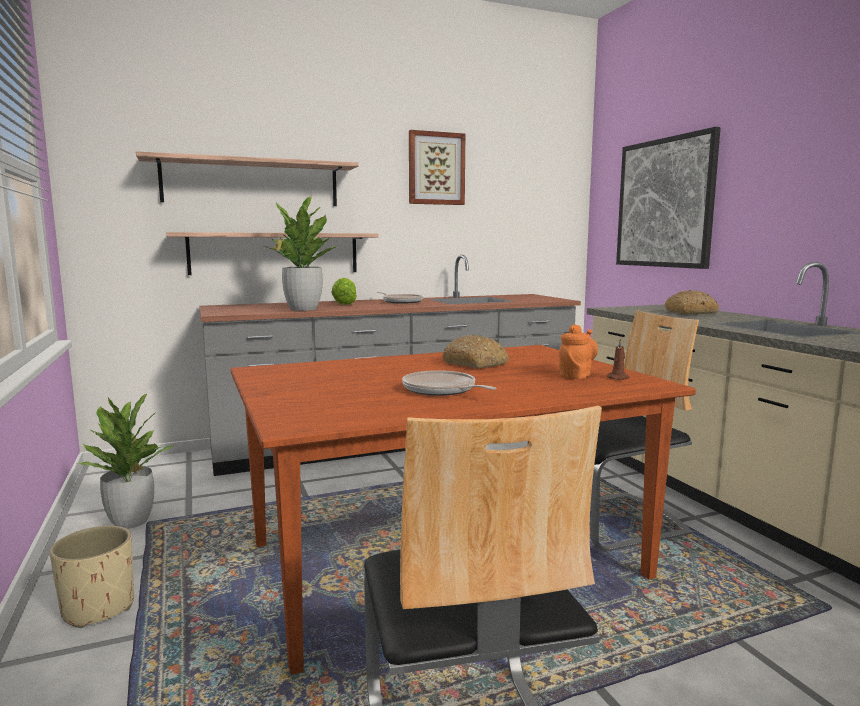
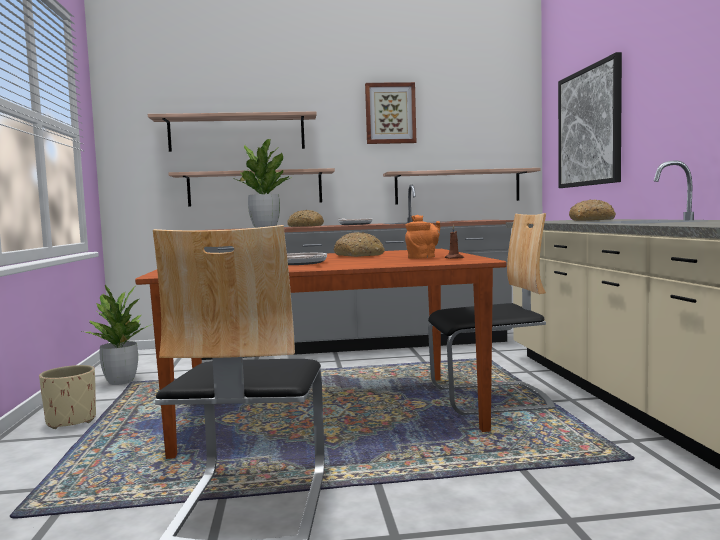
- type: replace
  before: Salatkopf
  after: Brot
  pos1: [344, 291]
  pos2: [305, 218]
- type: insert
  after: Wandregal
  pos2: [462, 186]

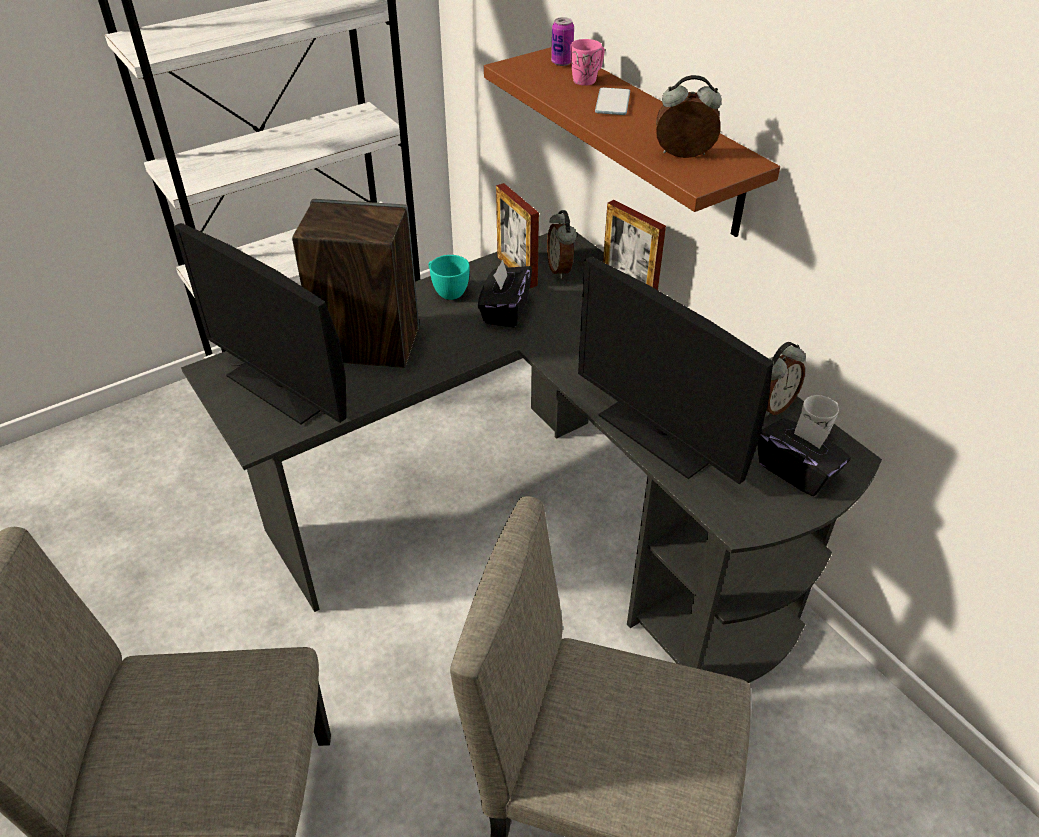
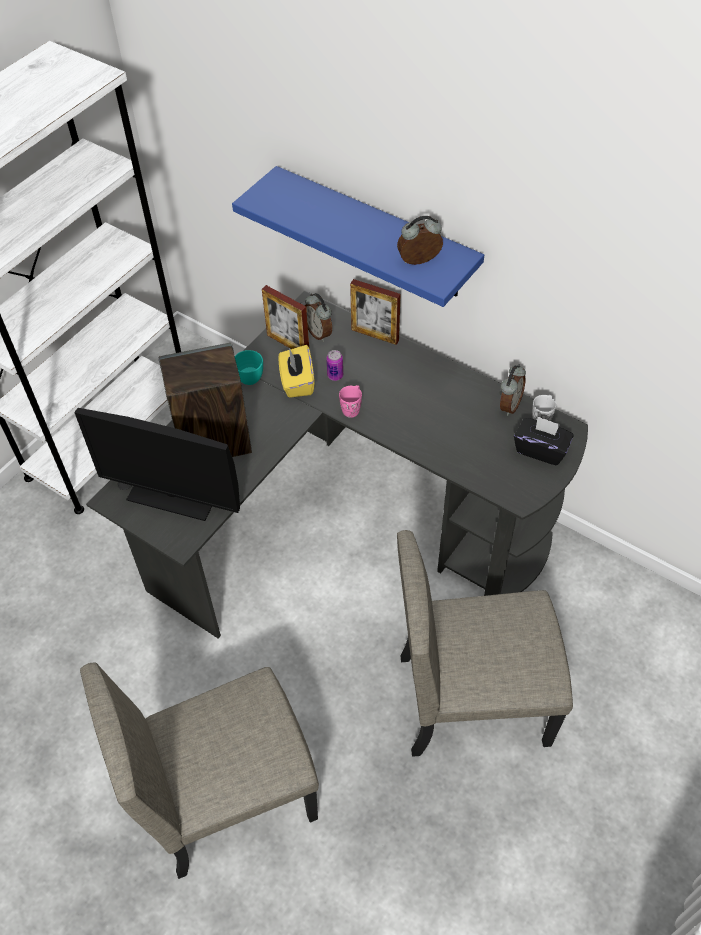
- type: recolor
  before: Taschentuchbox [schwarz]
  after: Taschentuchbox [gelb]
  pos1: [505, 293]
  pos2: [296, 371]
- type: recolor
  before: Wandregal [braun]
  after: Wandregal [blau]
  pos1: [632, 142]
  pos2: [358, 236]
- type: move
  before: Dose
  pos1: [562, 41]
  pos2: [334, 365]
- type: move
  before: Henkelbecher [rosa]
  pos1: [588, 62]
  pos2: [350, 401]
- type: delete
  before: Monitor
  pos1: [675, 370]
- type: delete
  before: Handy
  pos1: [612, 101]

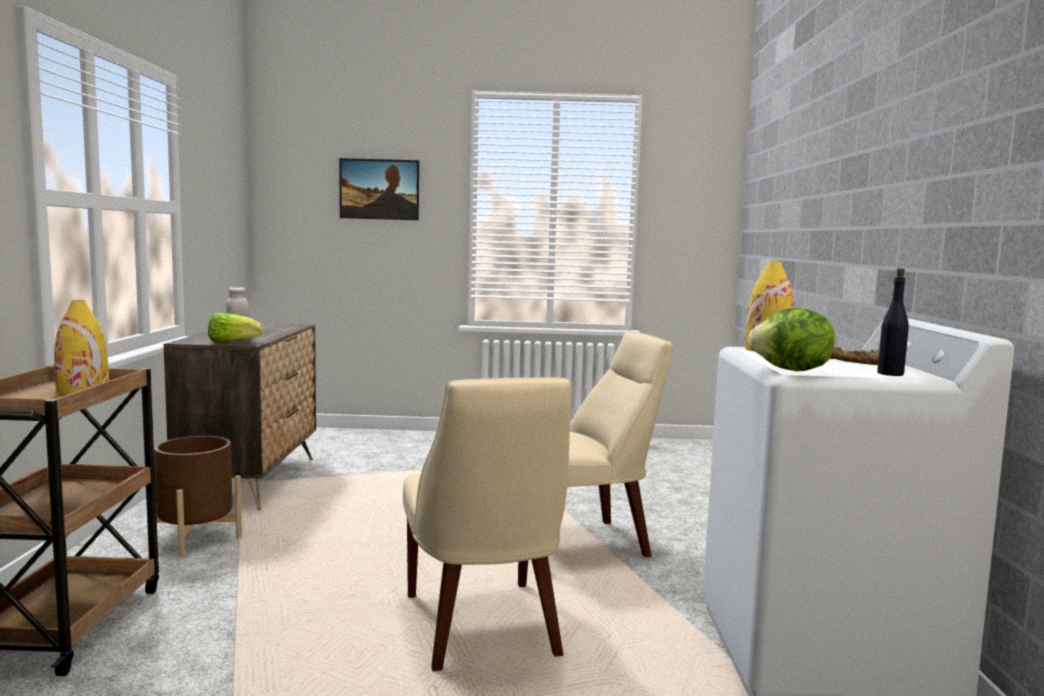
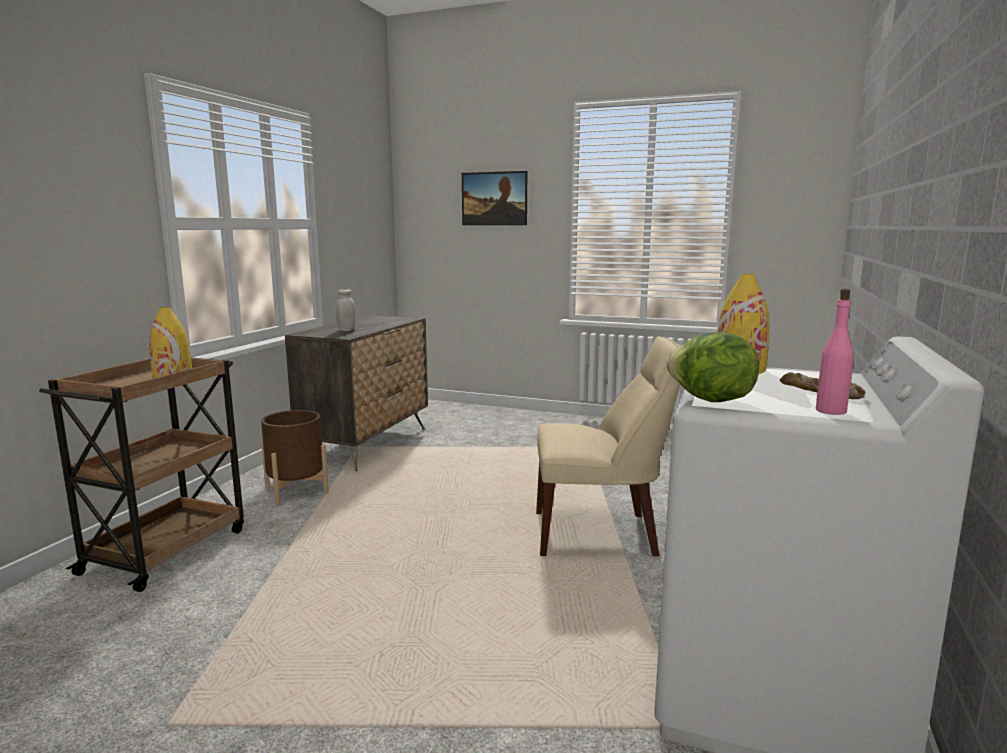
- type: delete
  before: Salatkopf
  pos1: [235, 327]
- type: delete
  before: Stuhl [beige]
  pos1: [487, 524]
- type: recolor
  before: Flasche [schwarz]
  after: Flasche [rosa]
  pos1: [893, 322]
  pos2: [835, 352]

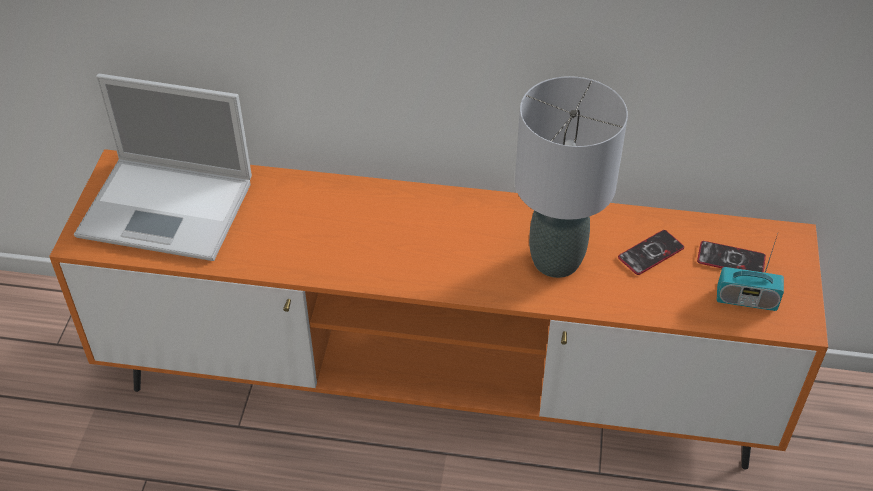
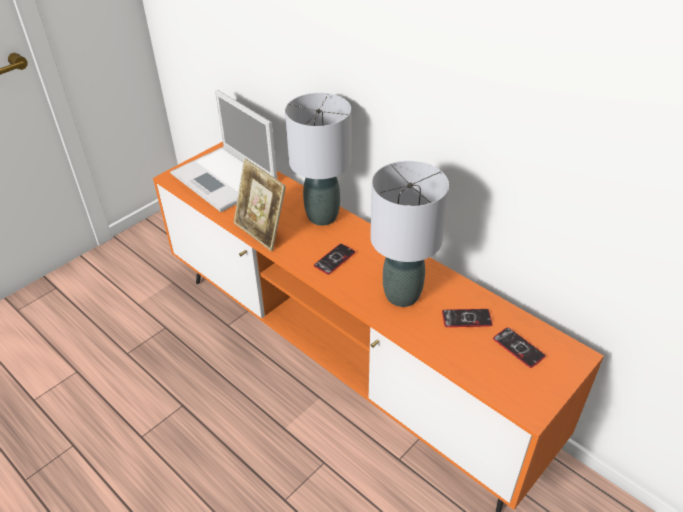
- type: delete
  before: Radio
  pos1: [750, 272]
- type: insert
  after: Bilderrahmen
  pos2: [260, 205]
- type: insert
  after: Tischlampe [grau]
  pos2: [318, 159]
- type: insert
  after: Handy
  pos2: [335, 259]

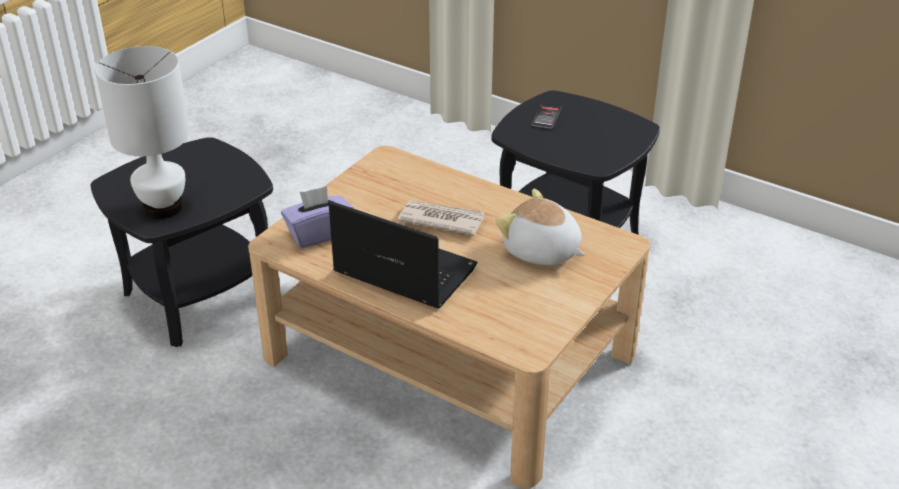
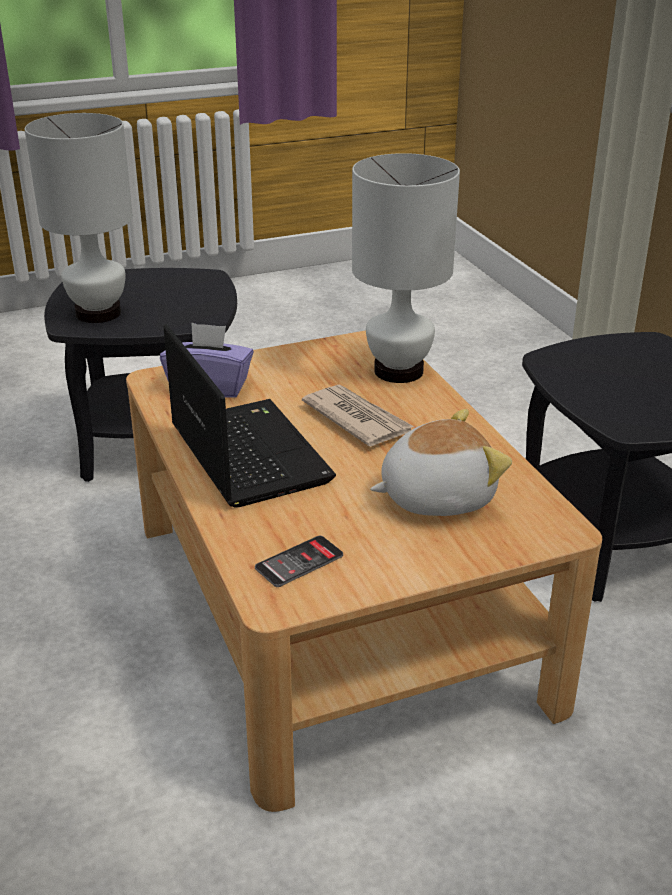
- type: rotate
  before: Plüschtier
  pos1: [540, 227]
  pos2: [441, 462]
  turn: 90
- type: move
  before: Handy
  pos1: [547, 116]
  pos2: [299, 561]
- type: insert
  after: Tischlampe [weiß]
  pos2: [406, 268]

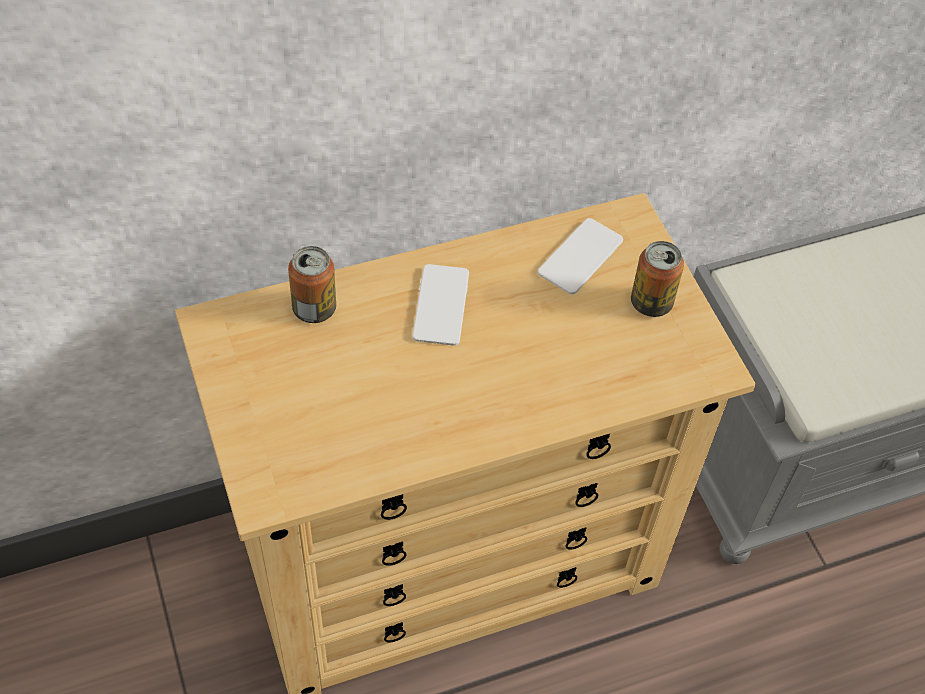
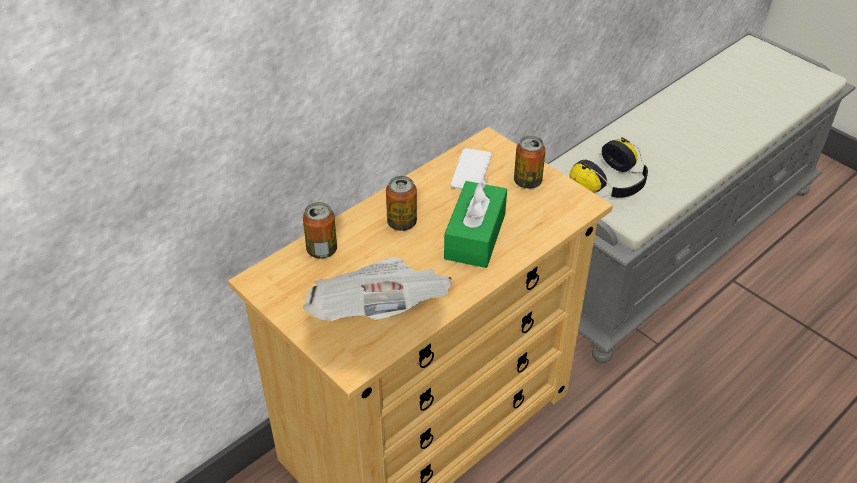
- type: replace
  before: Handy
  after: Dose
  pos1: [440, 305]
  pos2: [401, 203]
- type: insert
  after: Zeitung
  pos2: [378, 289]
- type: insert
  after: Taschentuchbox [grün]
  pos2: [475, 223]
- type: insert
  after: Kopfhörer
  pos2: [608, 167]

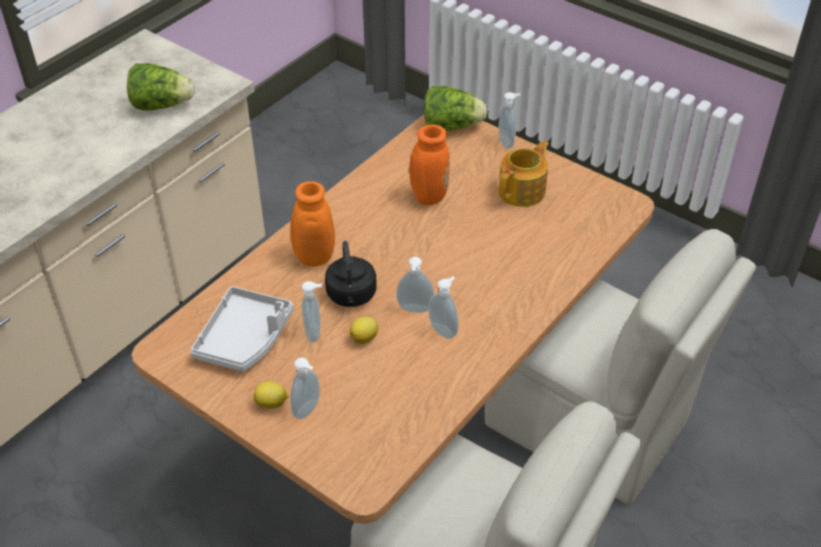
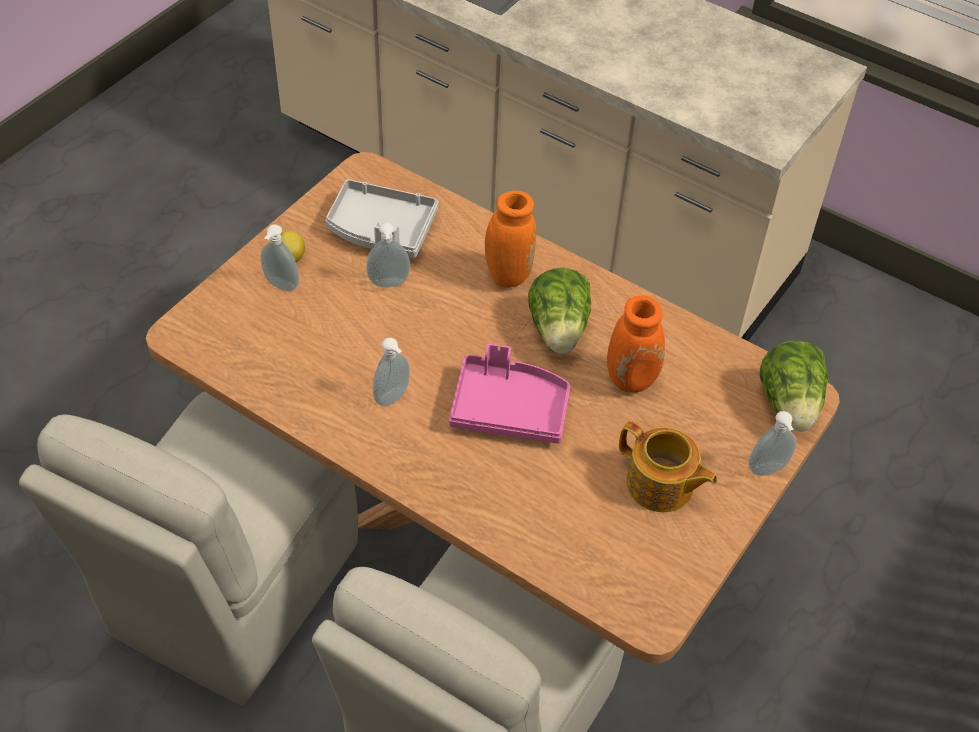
- type: move
  before: Salatkopf
  pos1: [161, 87]
  pos2: [559, 311]
- type: delete
  before: Wasserkessel [schwarz]
  pos1: [351, 274]
- type: delete
  before: Zitrone
  pos1: [364, 330]
- type: delete
  before: Seifenspender
  pos1: [415, 285]
- type: insert
  after: Tablett [rosa]
  pos2: [509, 393]

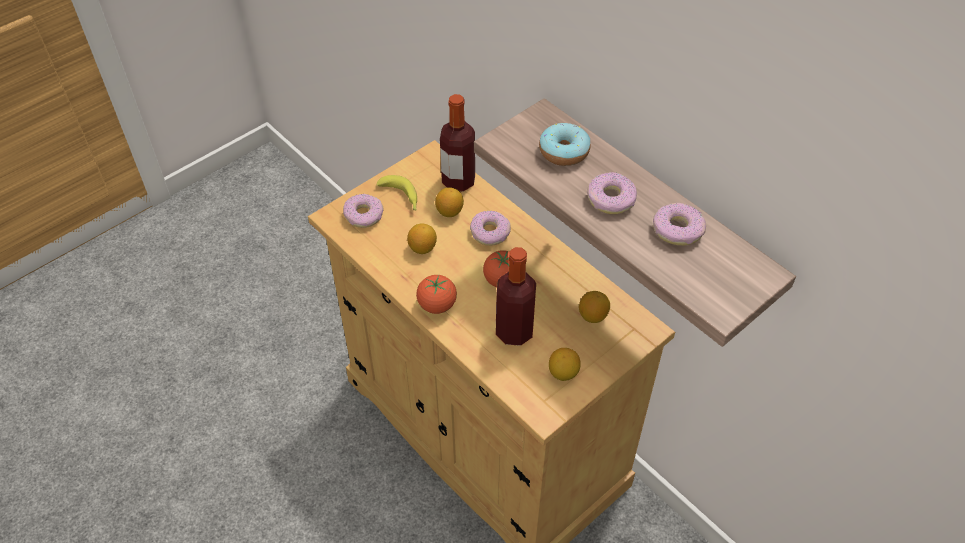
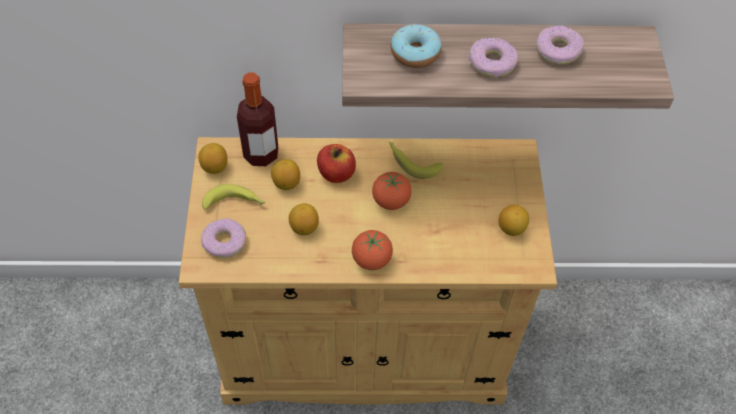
- type: replace
  before: Donut
  after: Apfel
  pos1: [490, 228]
  pos2: [336, 163]
- type: delete
  before: Flasche
  pos1: [516, 296]
- type: move
  before: Zitrone
  pos1: [594, 307]
  pos2: [213, 158]
- type: insert
  after: Banane
  pos2: [416, 160]

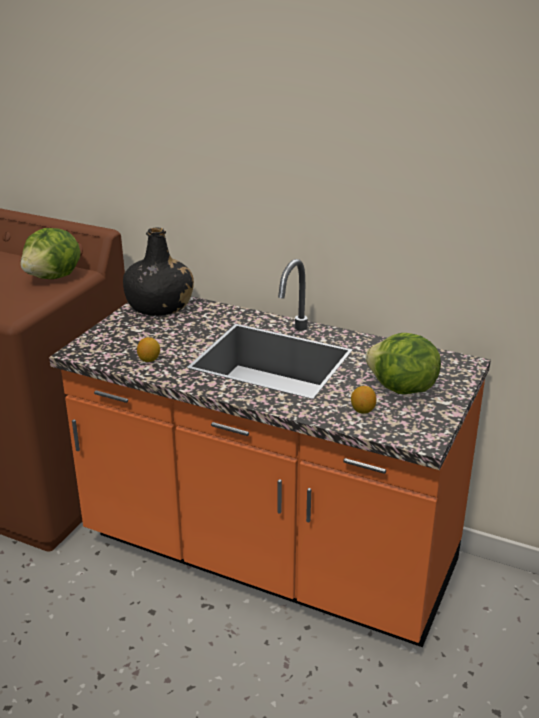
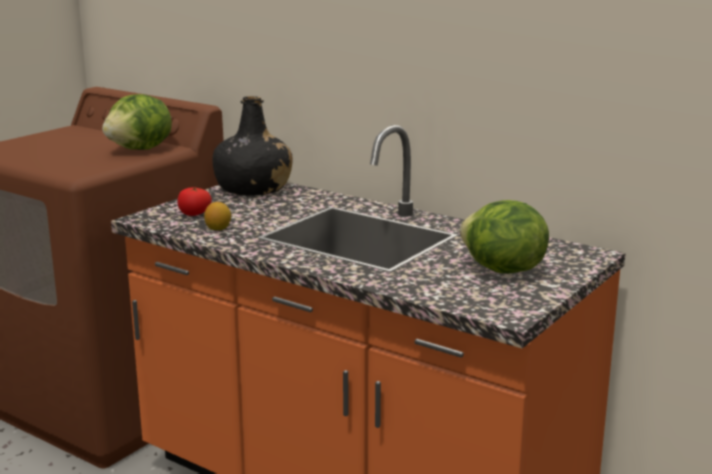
- type: delete
  before: Zitrone
  pos1: [363, 400]
- type: insert
  after: Tomate
  pos2: [195, 202]

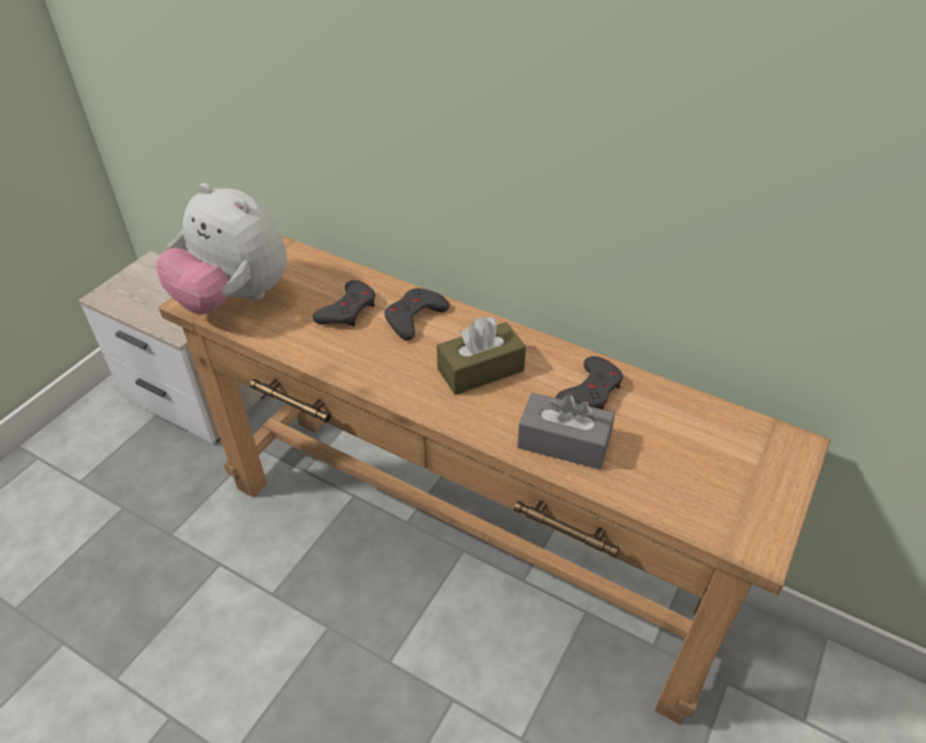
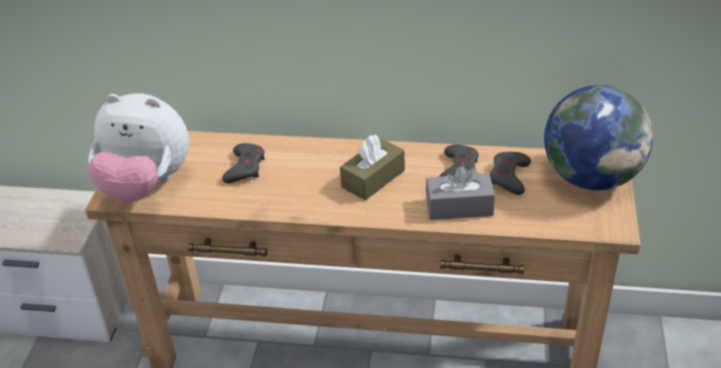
- type: move
  before: Gamepad [grau]
  pos1: [417, 314]
  pos2: [510, 173]
- type: insert
  after: Globus
  pos2: [598, 137]

